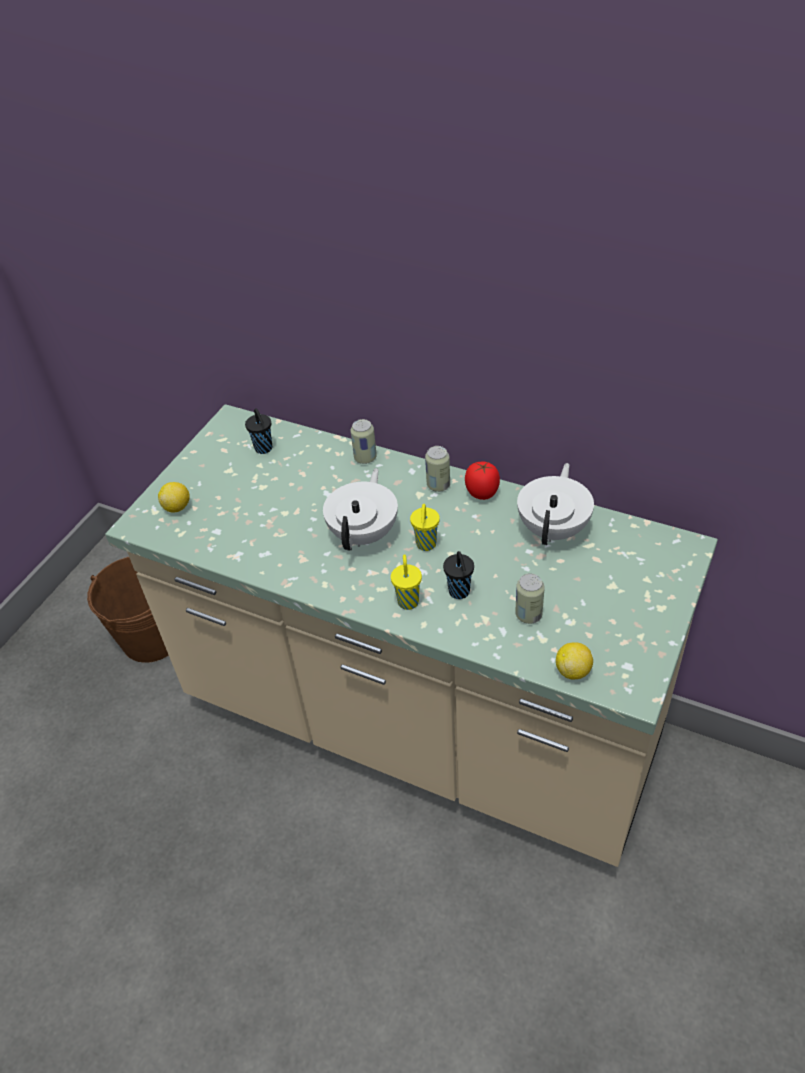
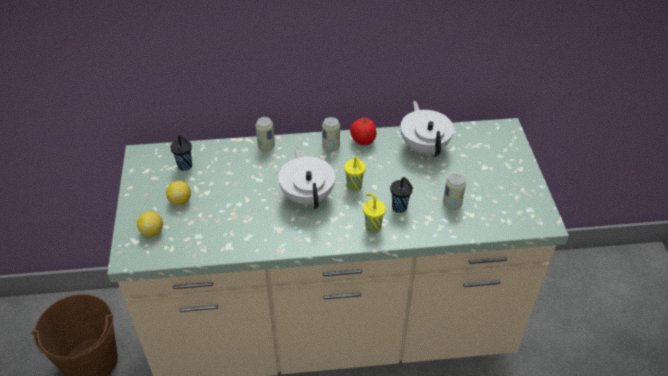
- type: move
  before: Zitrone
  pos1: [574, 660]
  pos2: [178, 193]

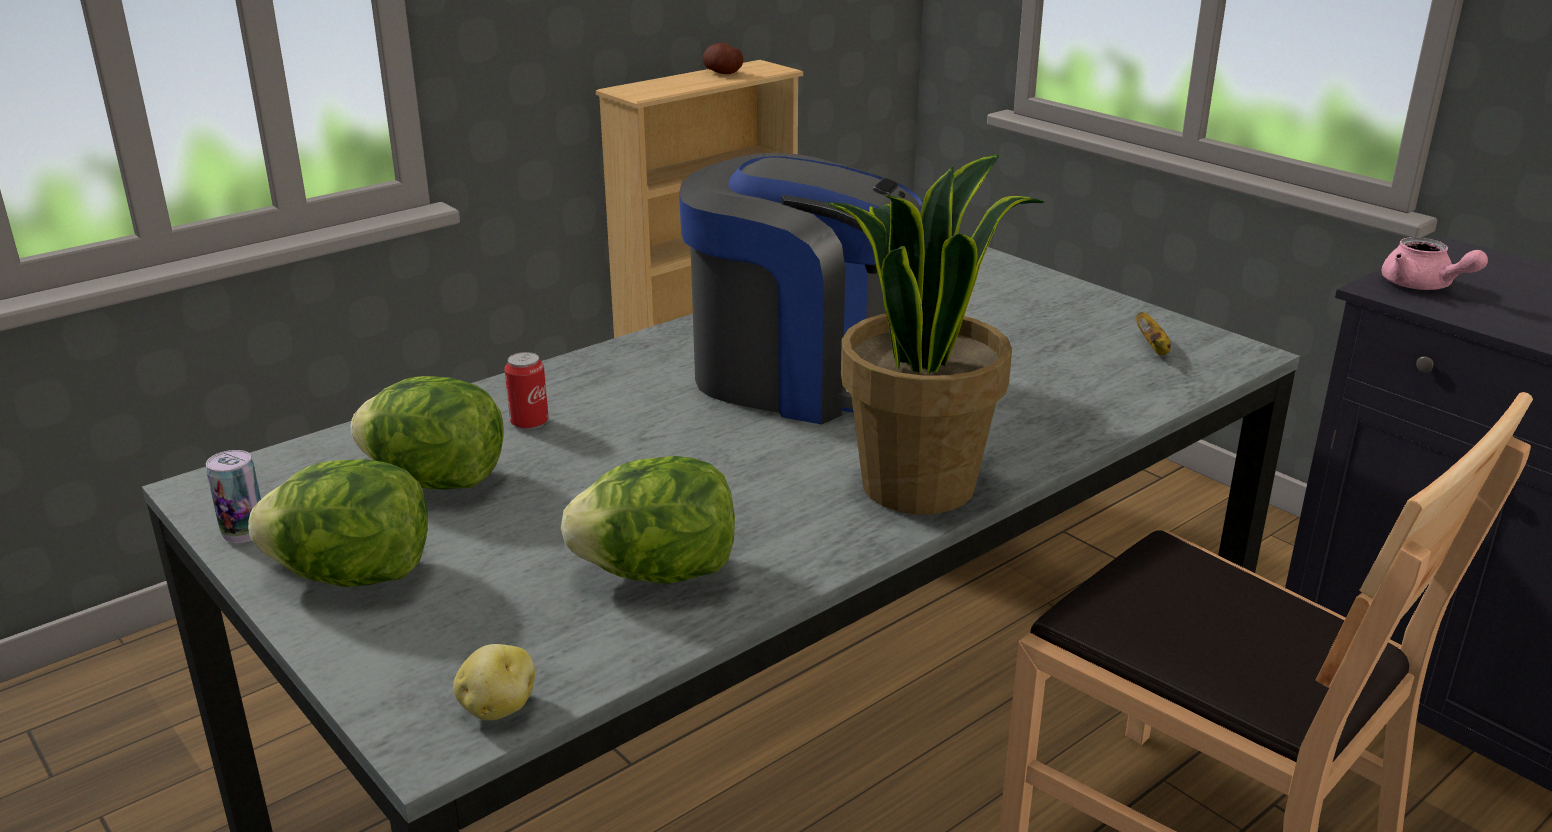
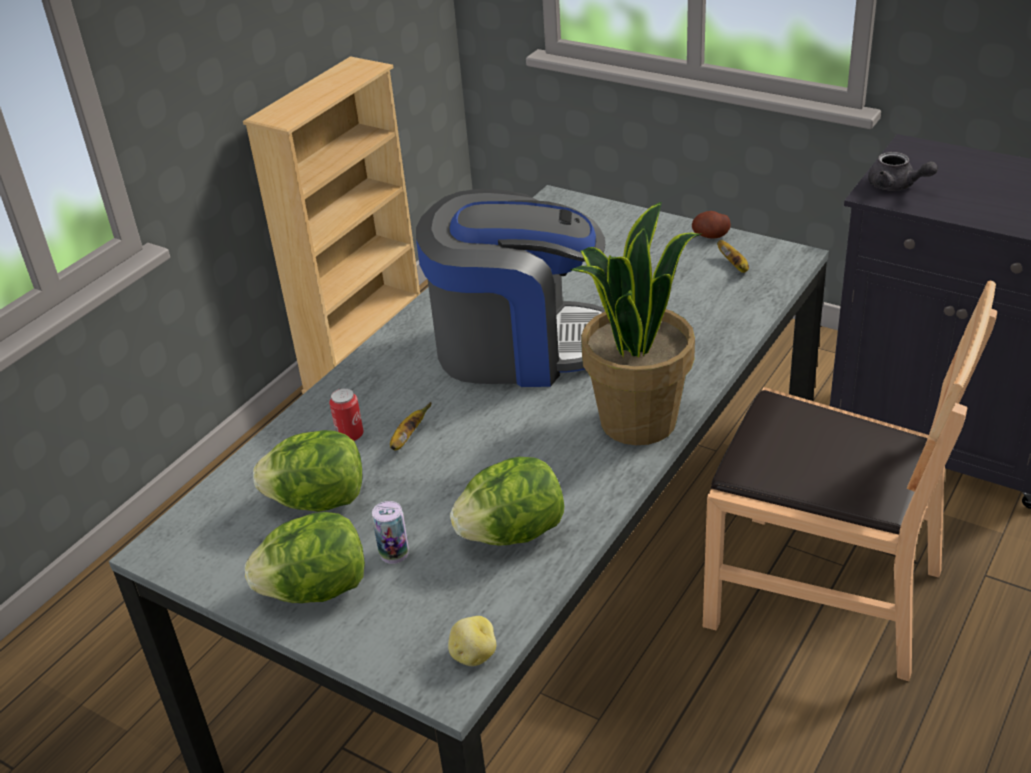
- type: move
  before: Dose
  pos1: [233, 496]
  pos2: [390, 532]
- type: move
  before: Kartoffel
  pos1: [722, 58]
  pos2: [711, 224]
- type: recolor
  before: Teekanne [rosa]
  after: Teekanne [grau]
  pos1: [1435, 263]
  pos2: [903, 171]
- type: insert
  after: Banane
  pos2: [411, 426]

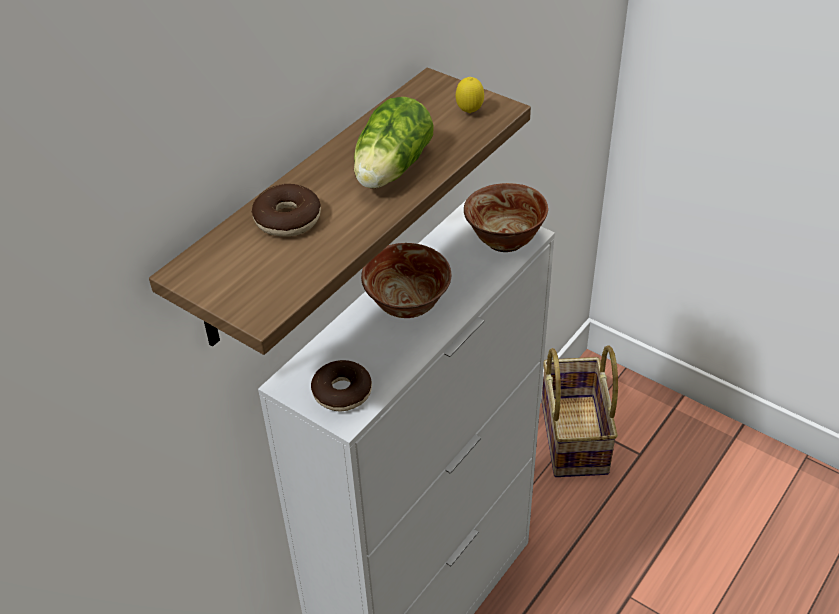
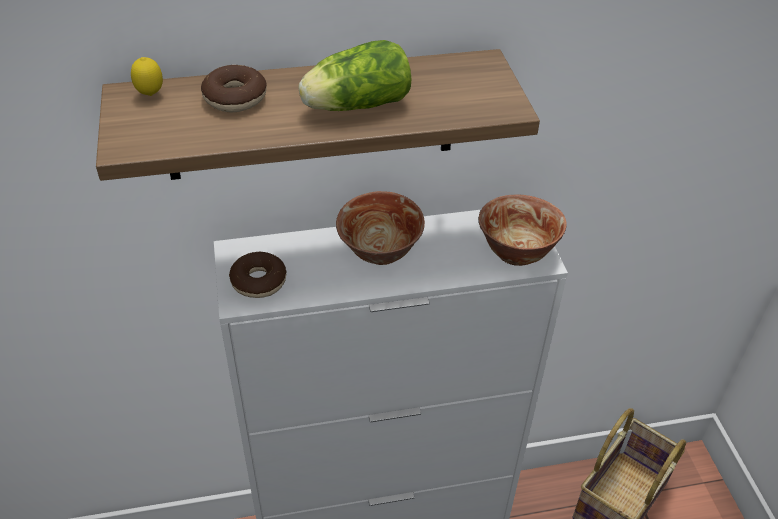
- type: move
  before: Zitrone
  pos1: [470, 95]
  pos2: [147, 76]

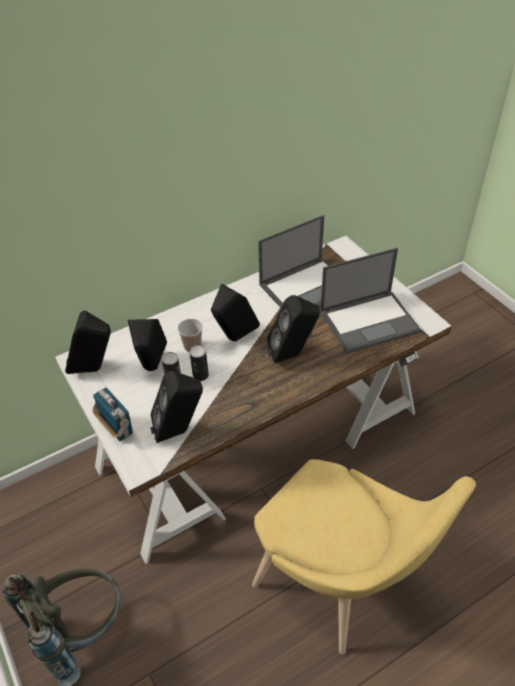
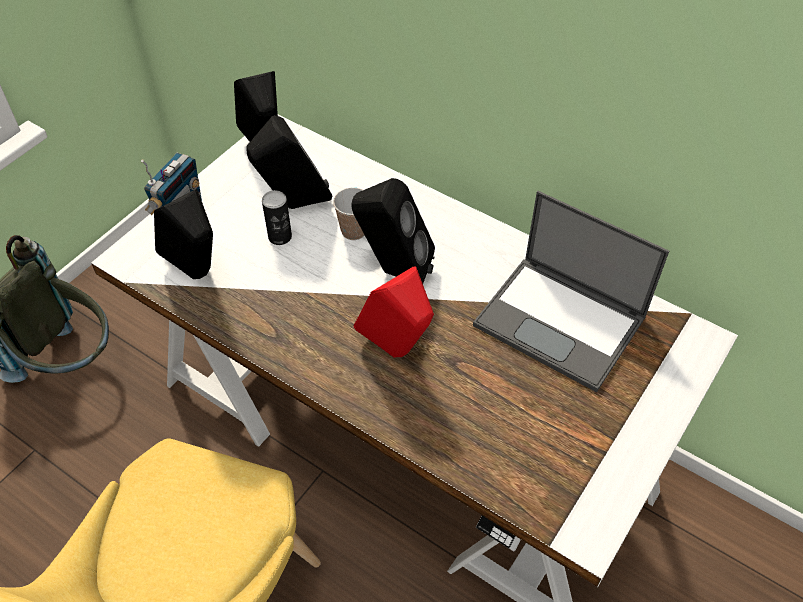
- type: delete
  before: Dose
  pos1: [199, 363]
- type: recolor
  before: Lautsprecher [schwarz]
  after: Lautsprecher [rot]
  pos1: [293, 329]
  pos2: [394, 311]
- type: delete
  before: Laptop
  pos1: [370, 301]

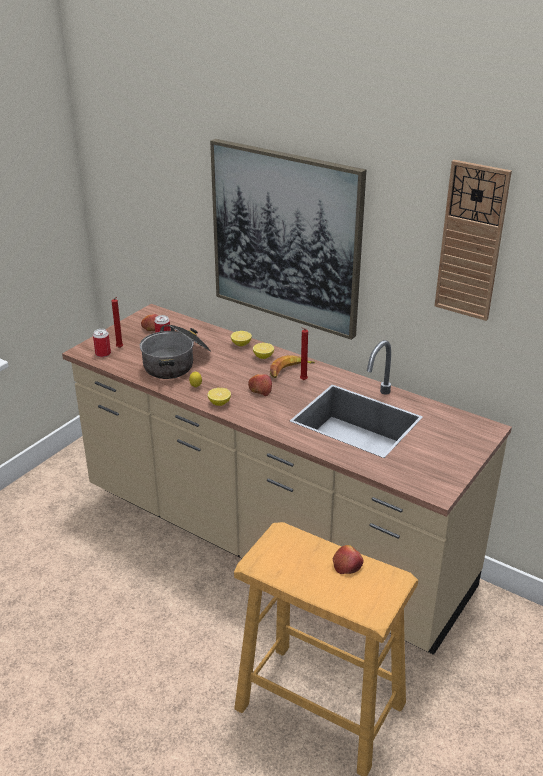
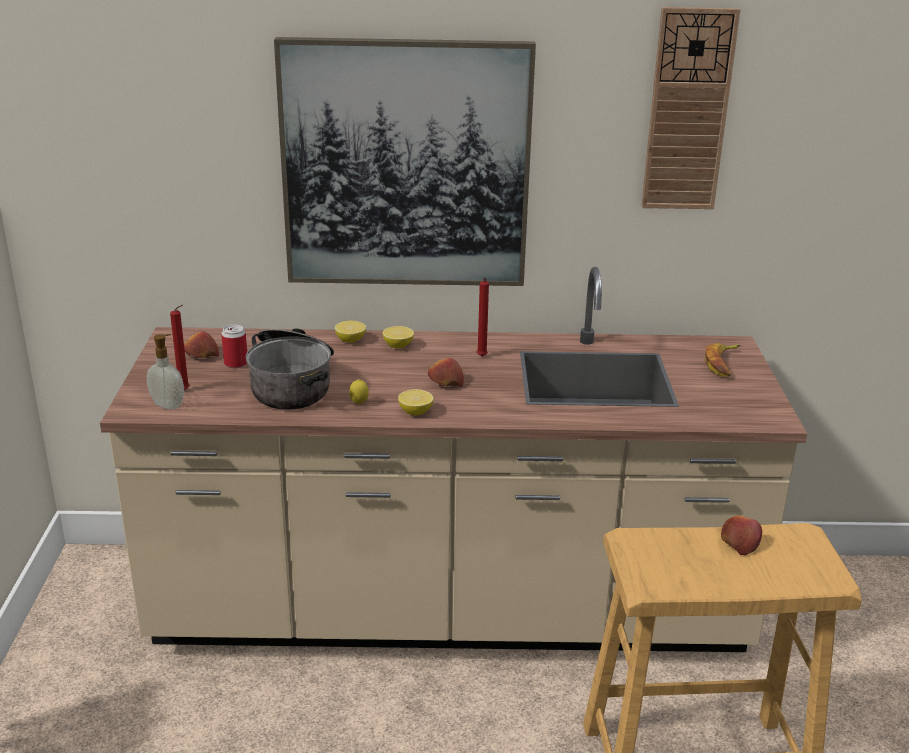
- type: replace
  before: Dose
  after: Seifenspender
  pos1: [102, 343]
  pos2: [165, 372]
- type: move
  before: Banane
  pos1: [292, 366]
  pos2: [723, 360]

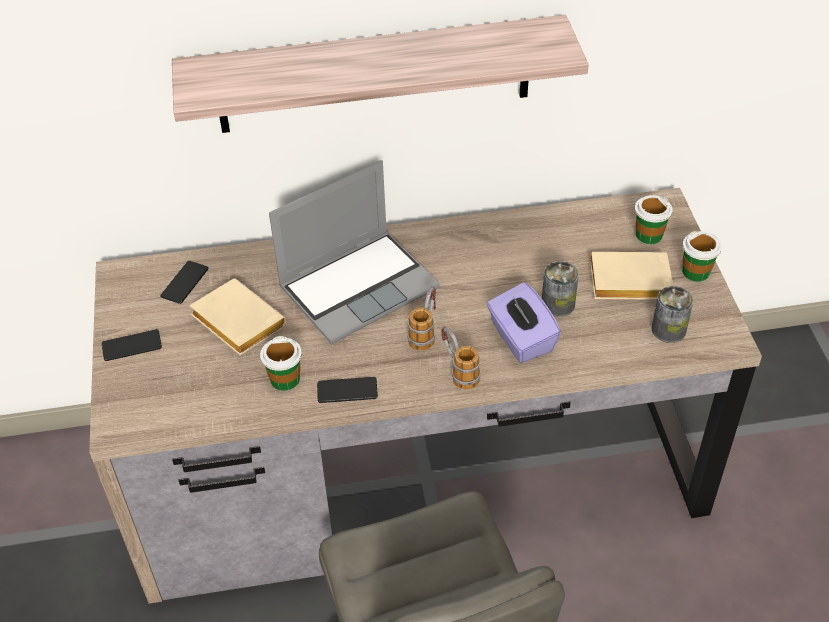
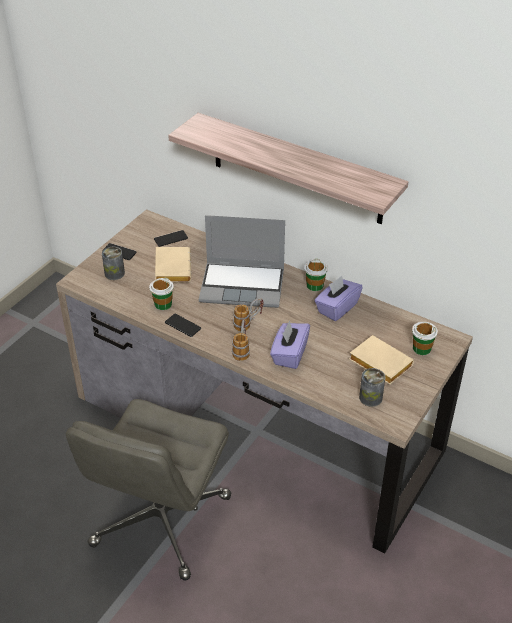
- type: move
  before: Dose
  pos1: [560, 289]
  pos2: [113, 263]
- type: move
  before: Tasse
  pos1: [702, 256]
  pos2: [316, 275]
- type: insert
  after: Taschentuchbox [lila]
  pos2: [338, 298]

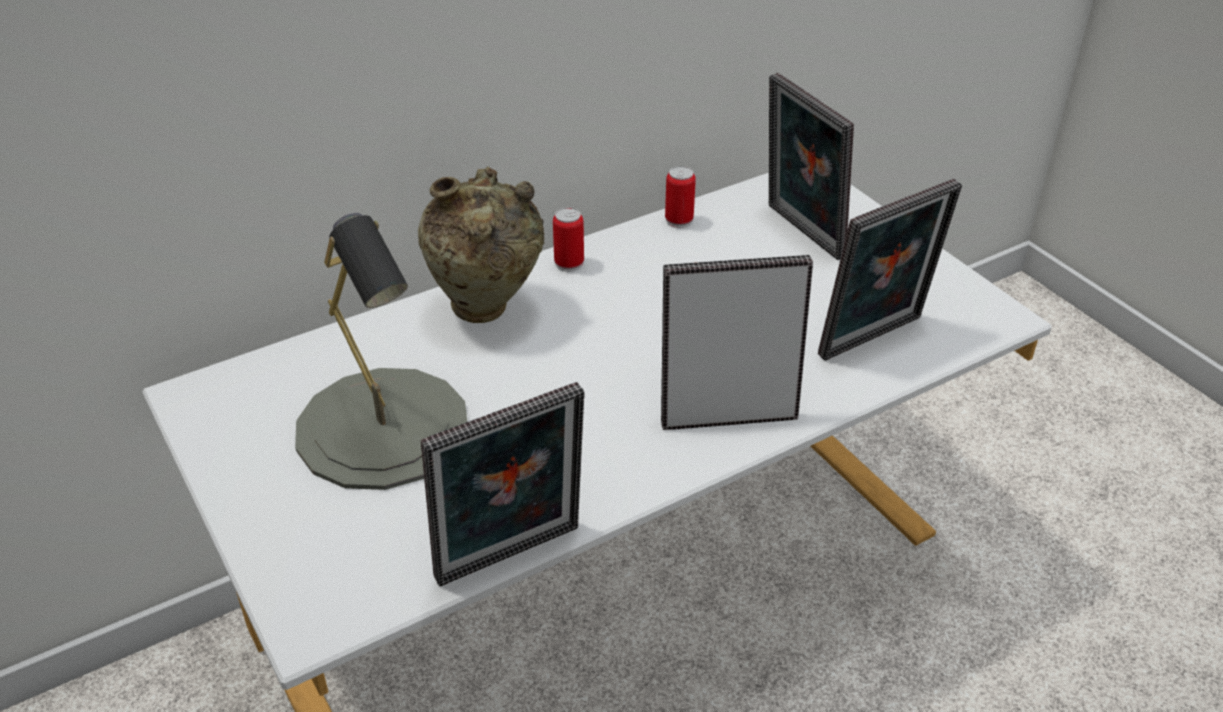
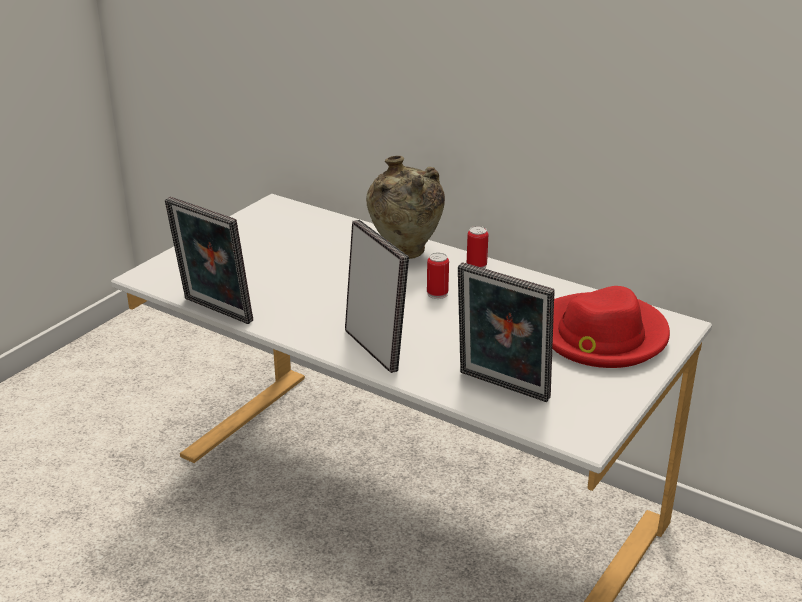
- type: delete
  before: Tischlampe [grau]
  pos1: [381, 351]
- type: move
  before: Dose
  pos1: [680, 197]
  pos2: [438, 276]
- type: replace
  before: Bilderrahmen
  after: Hut [rot]
  pos1: [811, 166]
  pos2: [611, 327]

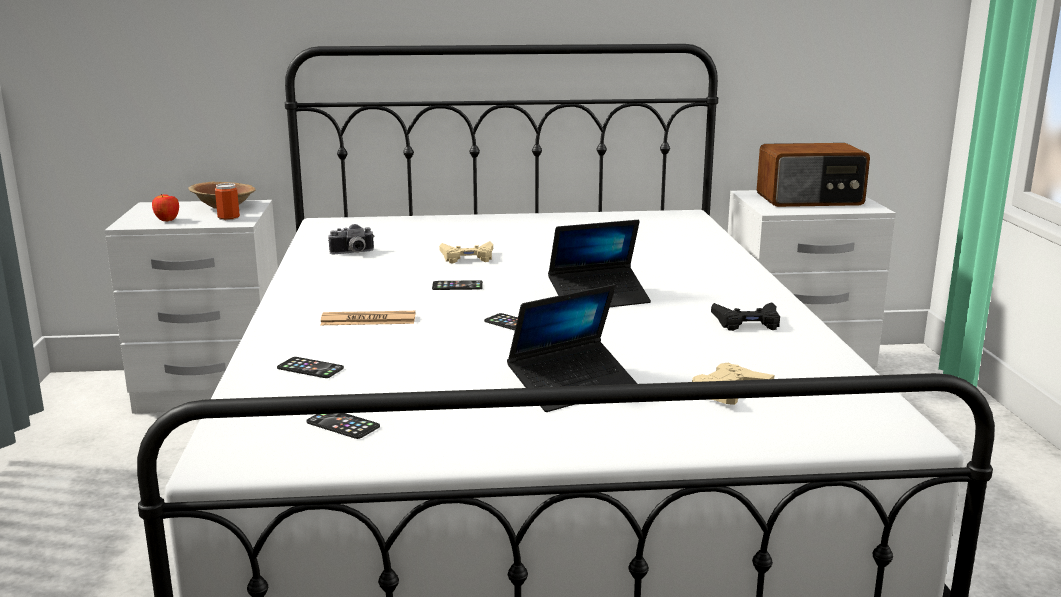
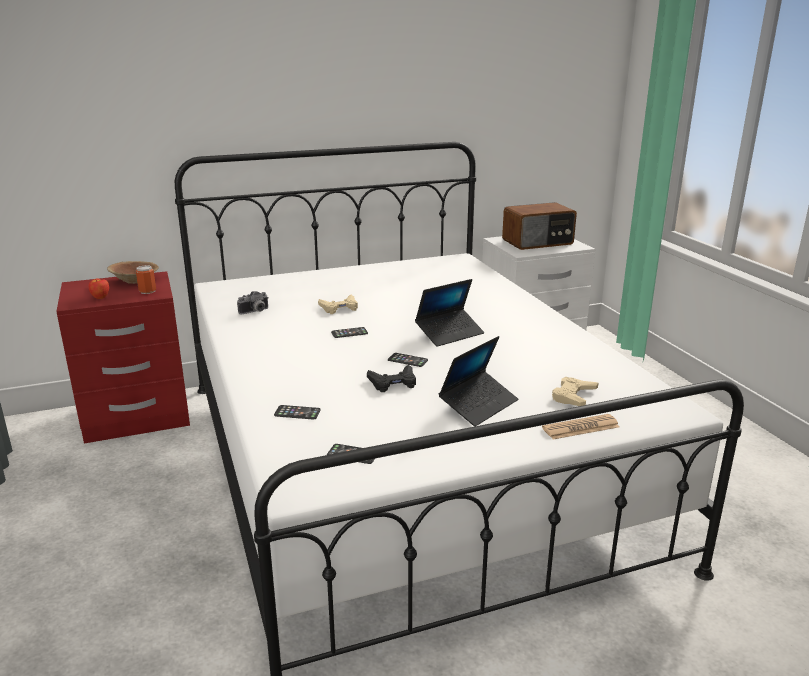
- type: recolor
  before: Nachttisch [weiß]
  after: Nachttisch [rot]
  pos1: [191, 307]
  pos2: [123, 357]
- type: move
  before: Zeitung
  pos1: [367, 318]
  pos2: [580, 426]
- type: move
  before: Gamepad [schwarz]
  pos1: [745, 316]
  pos2: [391, 378]

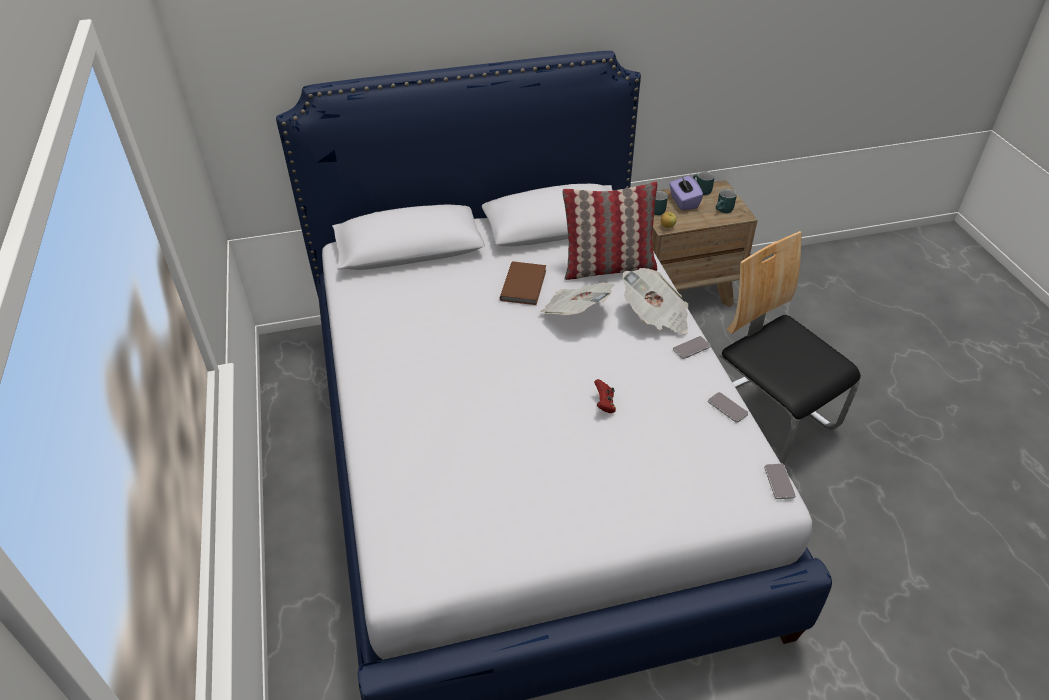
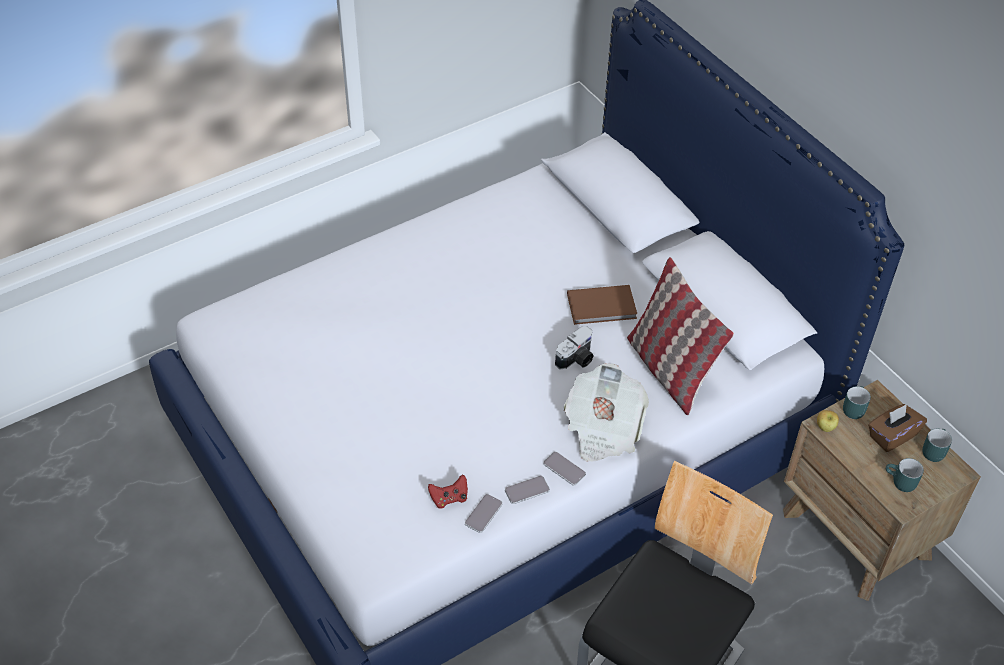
- type: replace
  before: Zeitung
  after: Kamera
  pos1: [577, 298]
  pos2: [574, 347]
- type: move
  before: Gamepad [rot]
  pos1: [605, 396]
  pos2: [448, 491]
- type: recolor
  before: Taschentuchbox [lila]
  after: Taschentuchbox [braun]
  pos1: [686, 193]
  pos2: [897, 428]
- type: move
  before: Handy
  pos1: [780, 481]
  pos2: [527, 489]

